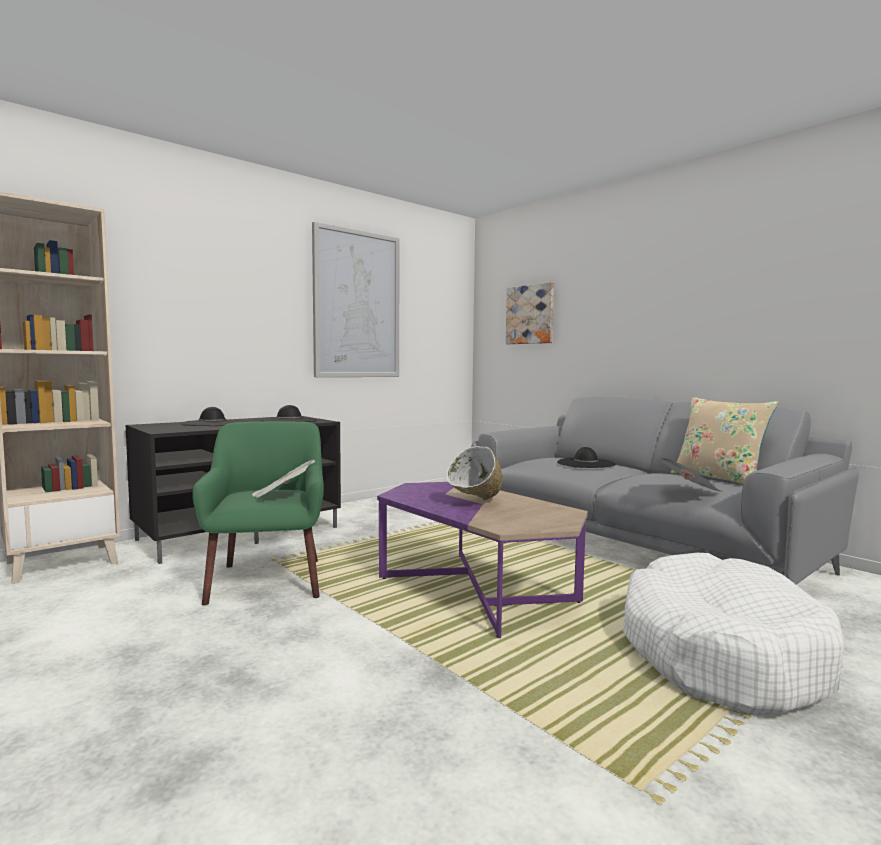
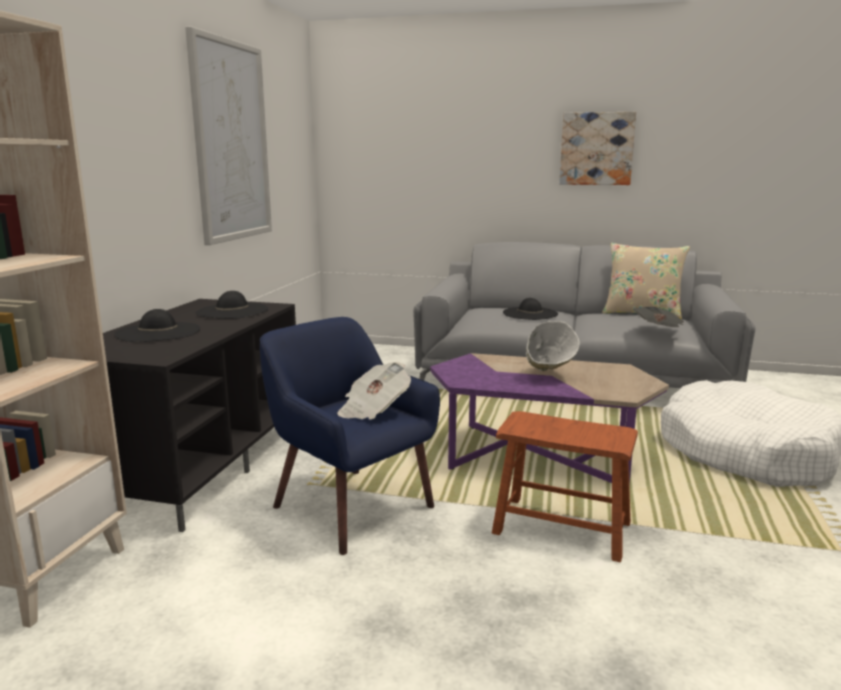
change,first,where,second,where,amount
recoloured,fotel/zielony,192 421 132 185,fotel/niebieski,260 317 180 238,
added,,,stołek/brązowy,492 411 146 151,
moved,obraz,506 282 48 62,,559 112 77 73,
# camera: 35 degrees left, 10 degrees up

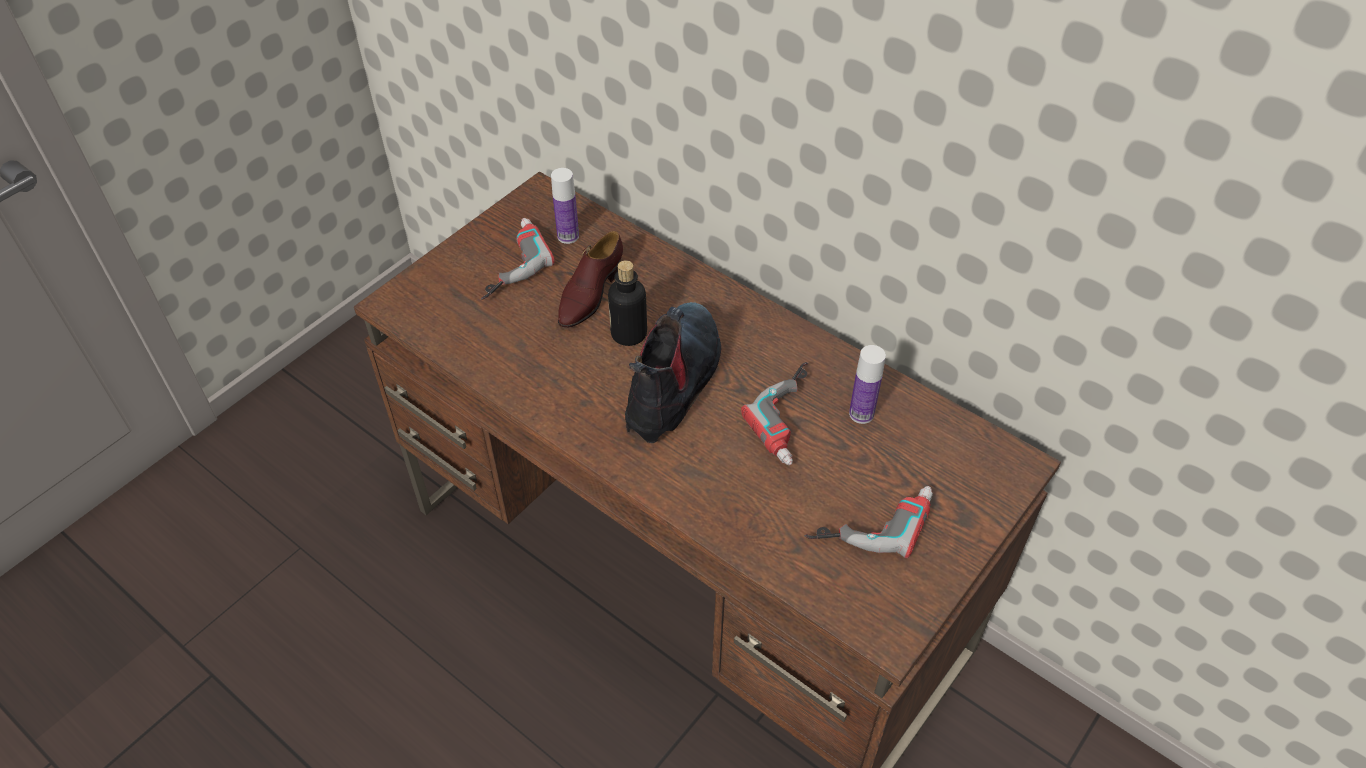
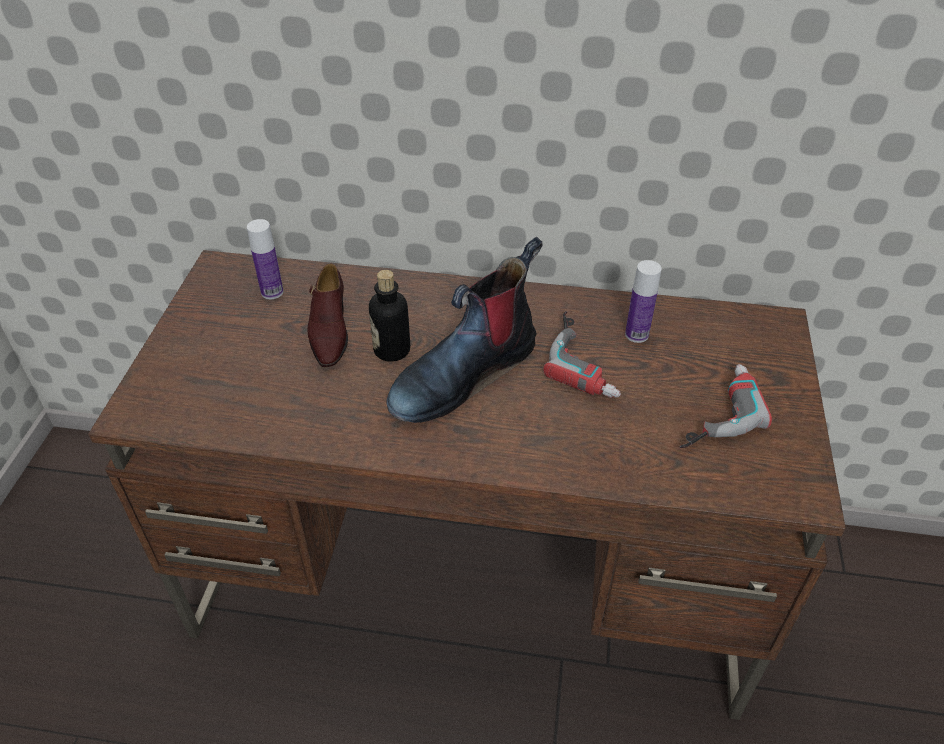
change,first,where,second,where,amount
turned,but z cholewką,625 302 97 141,,387 237 156 186,120 degrees counterclockwise
removed,wiertarka,481 218 74 82,,,
# camera: 30 degrees left, 5 degrees down

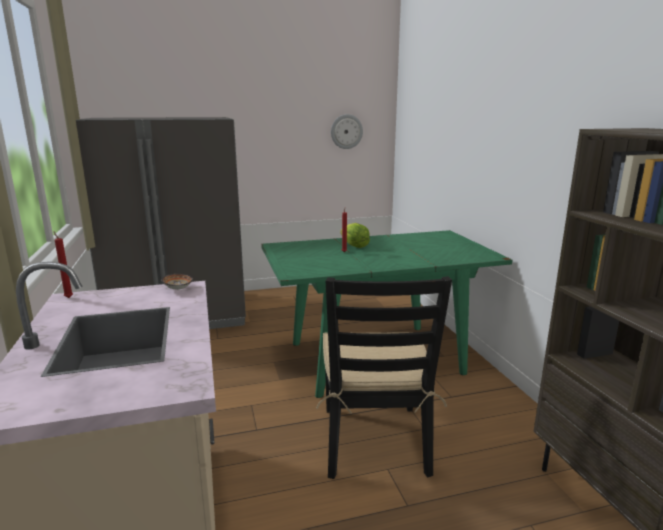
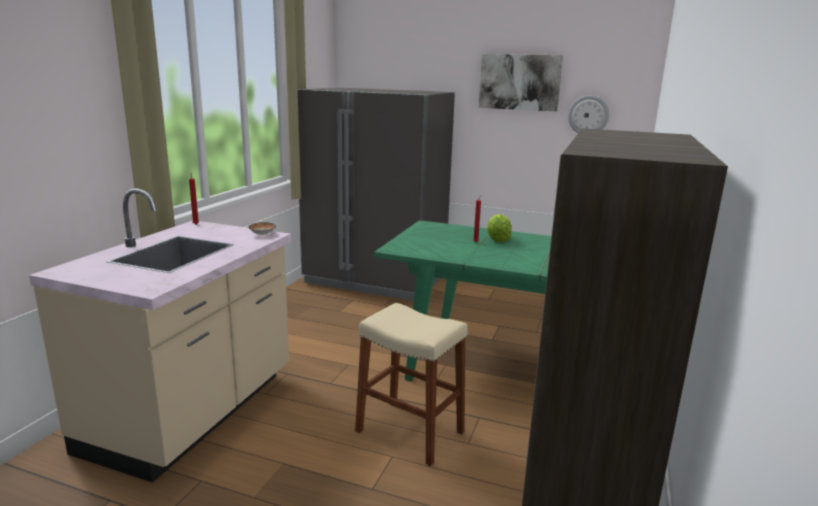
change,first,where,second,where,amount
replaced,krzesło/czarny,316 276 136 203,stołek/beżowy,355 303 113 163,
added,,,obraz,479 54 84 58,
# camera: 35 degrees right, 0 degrees up

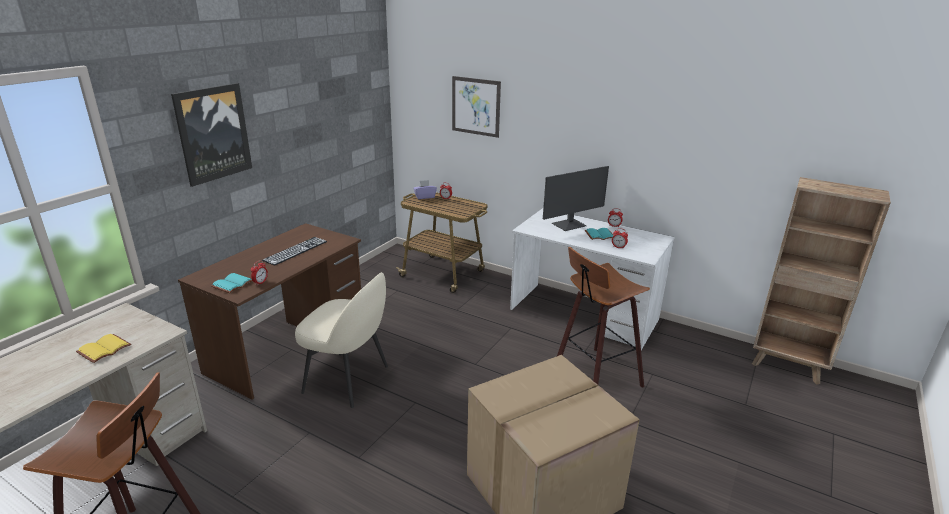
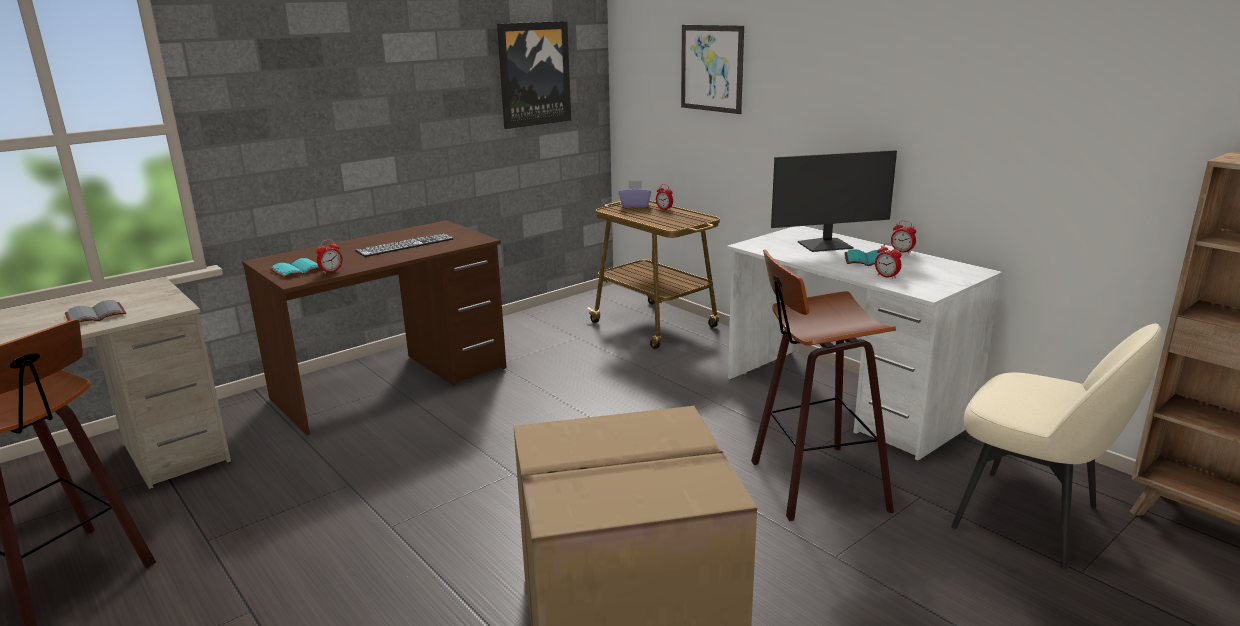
change,first,where,second,where,amount
recoloured,książka/żółty,76 334 55 29,książka/szary,65 300 61 23,
moved,obraz,171 83 81 104,,497 21 74 108,
moved,krzesło/beżowy,295 272 93 136,,951 324 212 245,
# camera: 20 degrees right, 5 degrees down

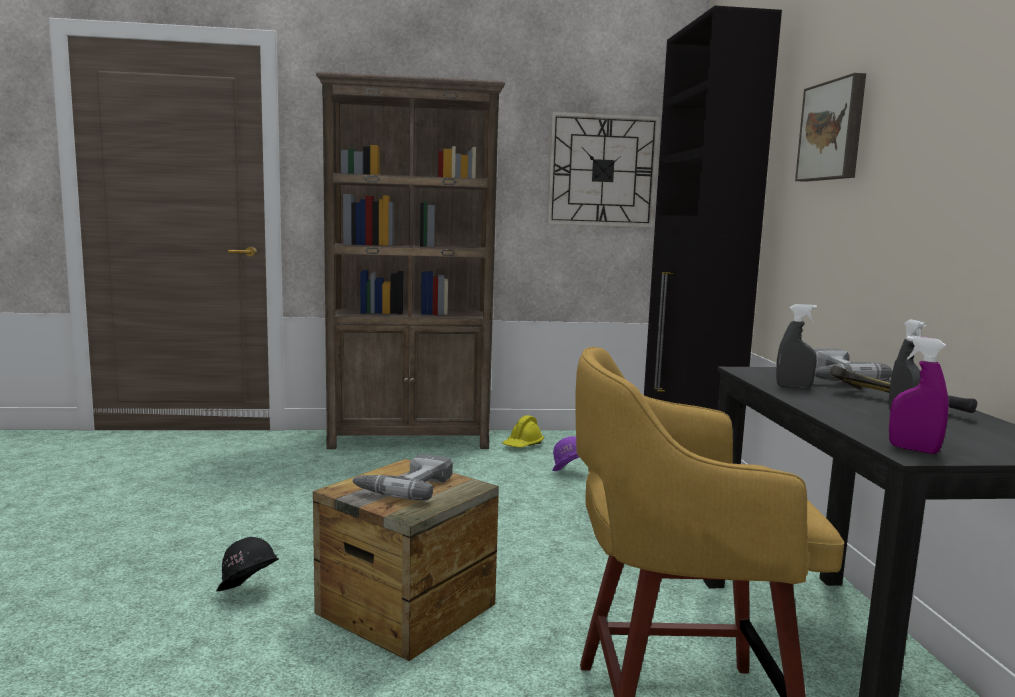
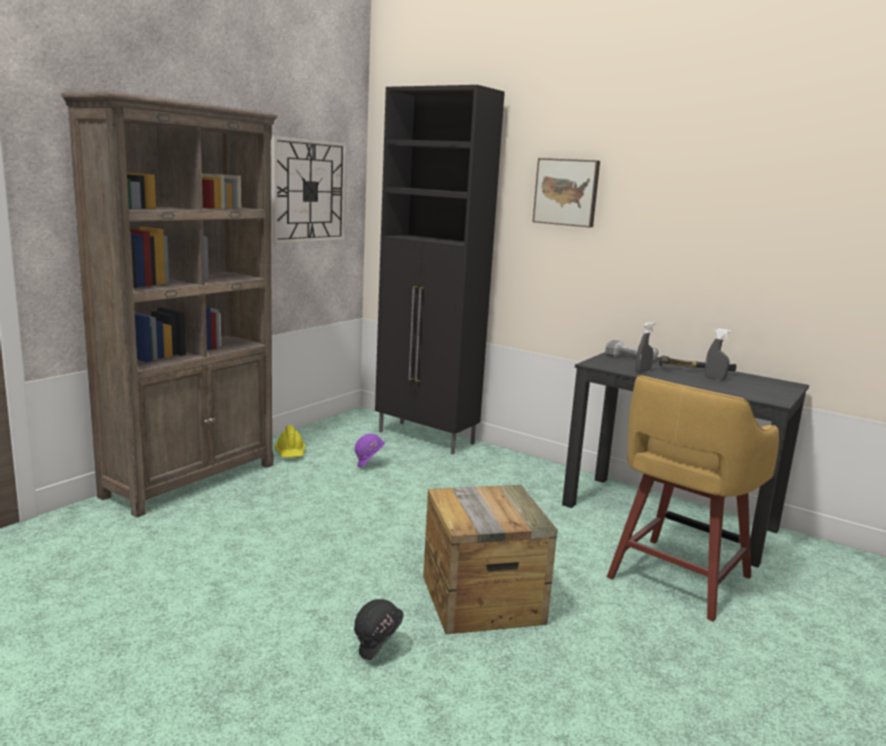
change,first,where,second,where,amount
removed,wiertarka,352 454 101 46,,,
removed,spryskiwacz/fioletowy,889 336 60 118,,,
# camera: 50 degrees left, 5 degrees up

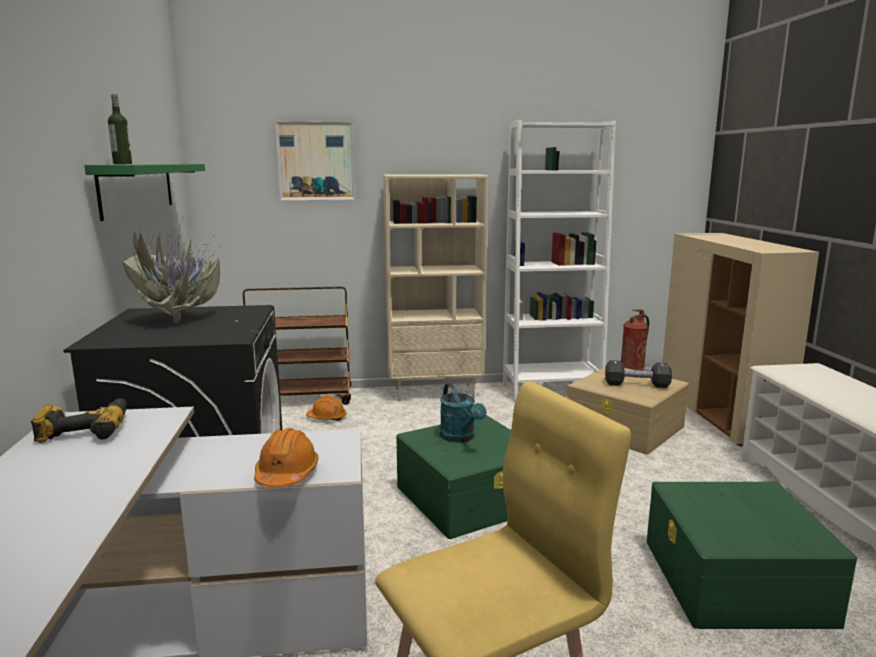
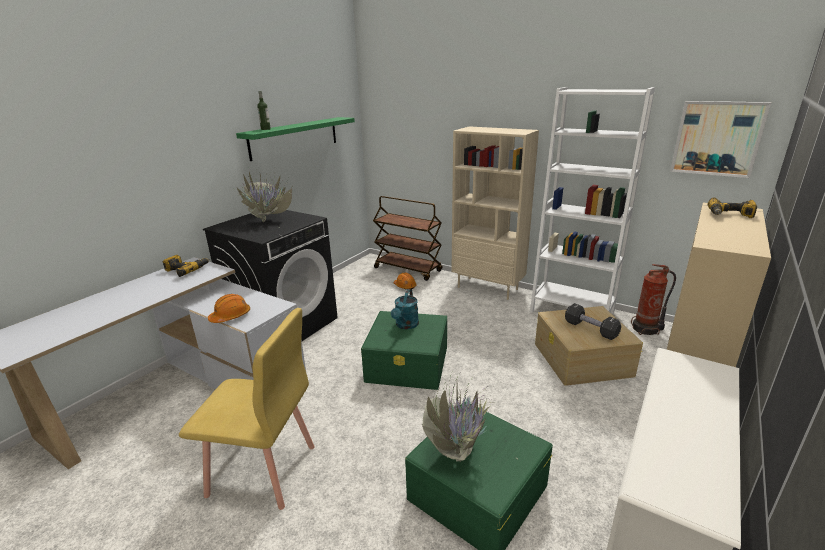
change,first,where,second,where,amount
added,,,roślina doniczkowa,422 370 96 96,
moved,obraz,275 122 81 78,,670 101 101 77,
added,,,wiertarka,708 198 49 20,
# camera: 40 degrees right, 10 degrees up

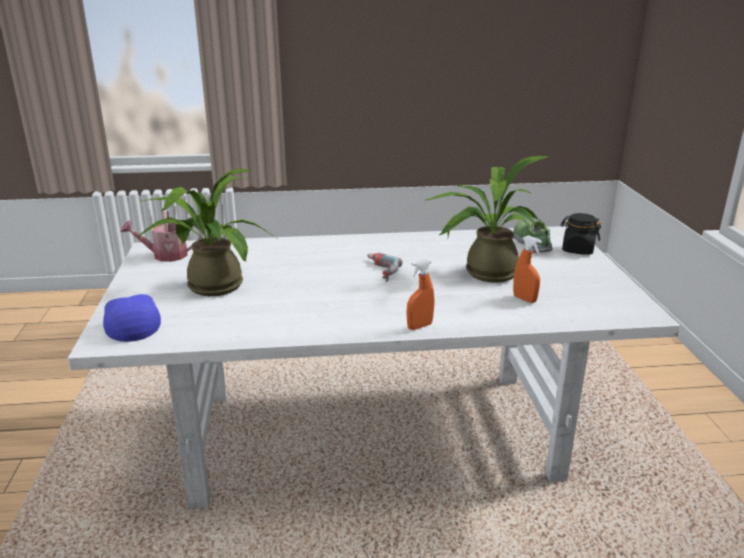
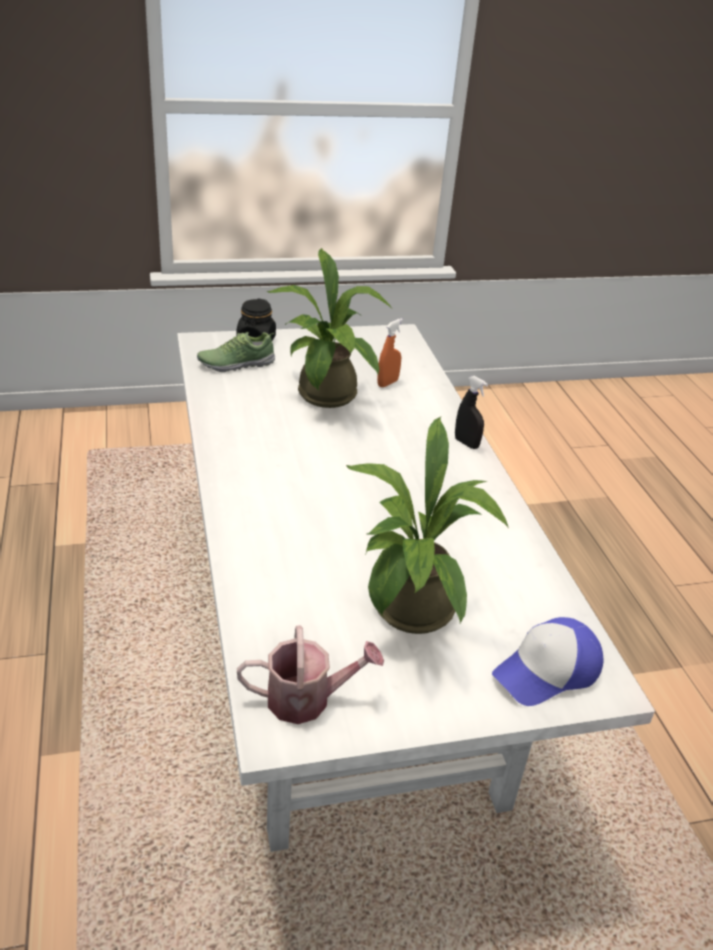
change,first,where,second,where,amount
turned,konewka,120 209 82 53,,237 626 147 98,75 degrees counterclockwise
recoloured,spryskiwacz/pomarańczowy,407 259 27 71,spryskiwacz/czarny,455 376 33 73,
removed,wiertarka,367 253 35 29,,,
# camera: 100 degrees left, 10 degrees up

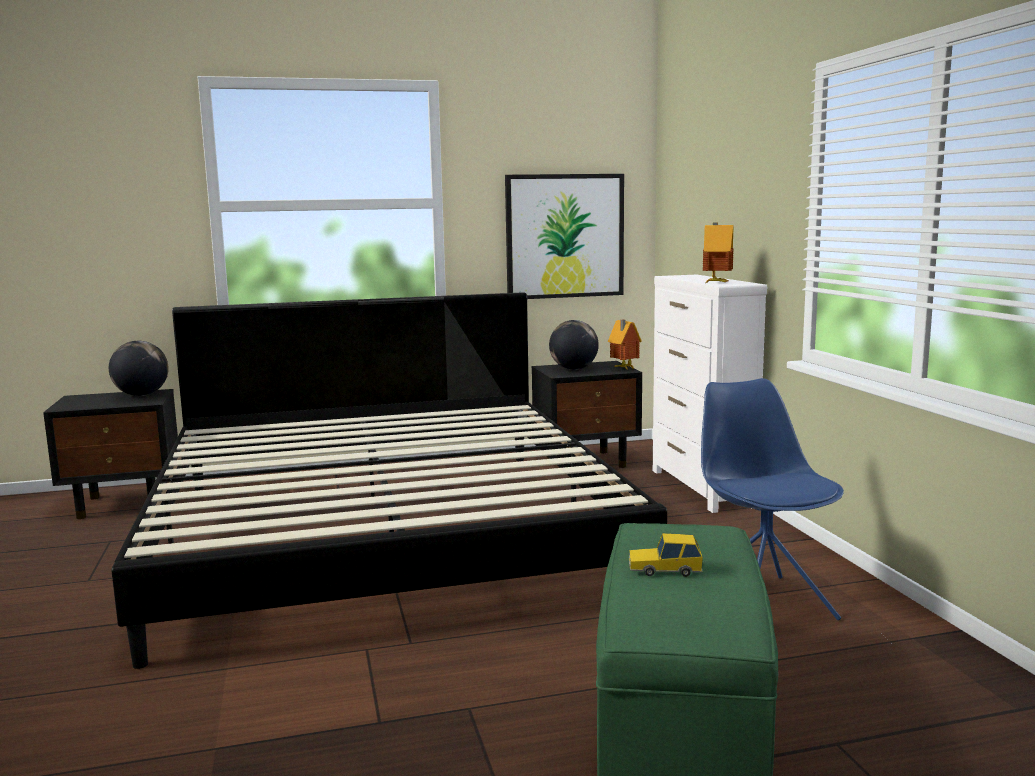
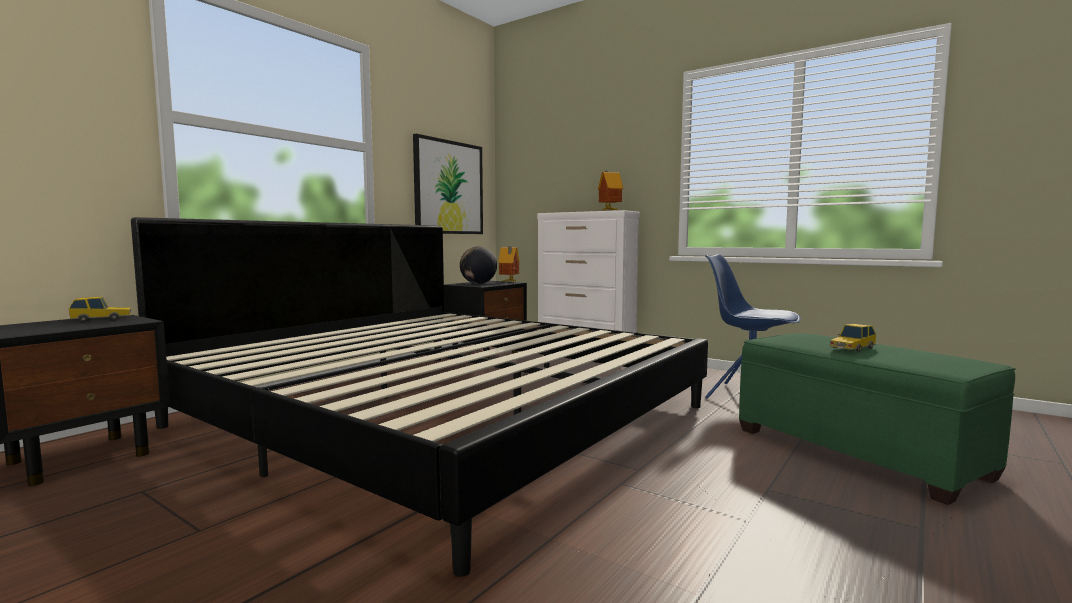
change,first,where,second,where,amount
replaced,globus,109 341 60 55,samochodzik,69 296 63 26,
# camera: 40 degrees left, 5 degrees down

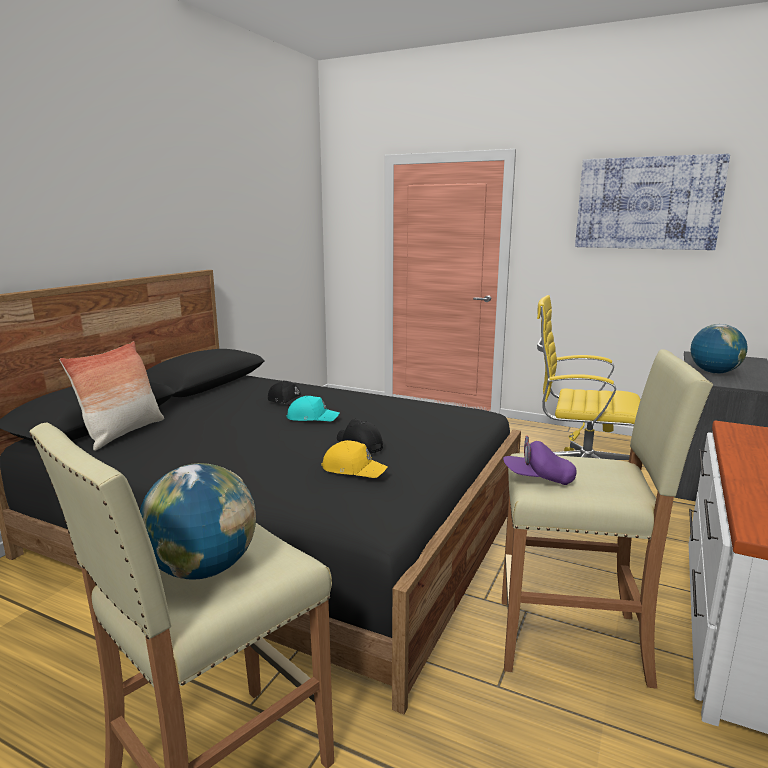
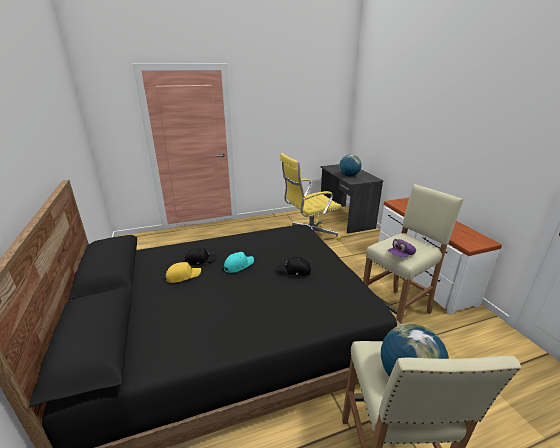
change,first,where,second,where,amount
moved,czapka z daszkiem/żółty,321 440 67 38,,166 262 35 21,
removed,poduszka,59 341 105 110,,,
removed,obraz,575 154 155 96,,,
# camera: 45 degrees left, 10 degrees up

